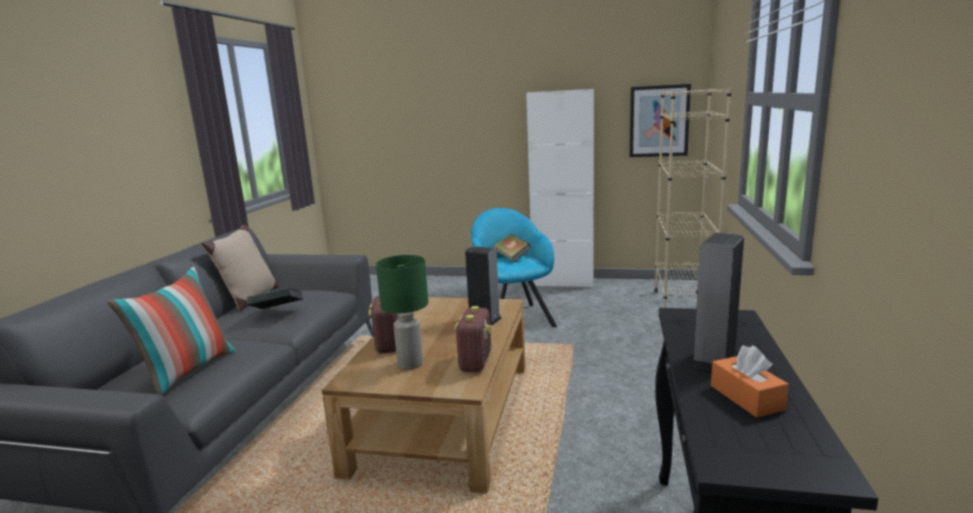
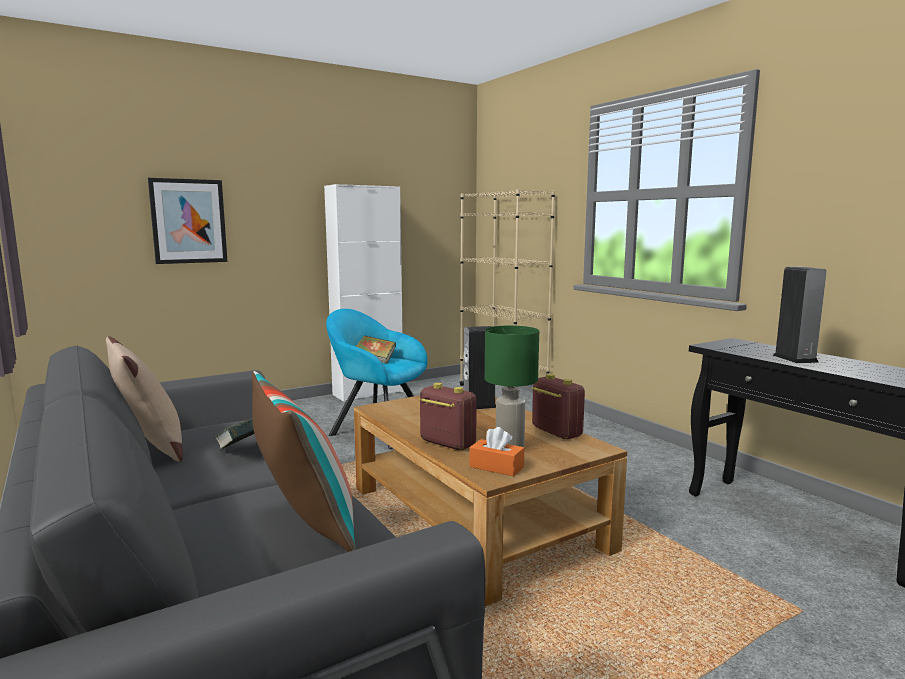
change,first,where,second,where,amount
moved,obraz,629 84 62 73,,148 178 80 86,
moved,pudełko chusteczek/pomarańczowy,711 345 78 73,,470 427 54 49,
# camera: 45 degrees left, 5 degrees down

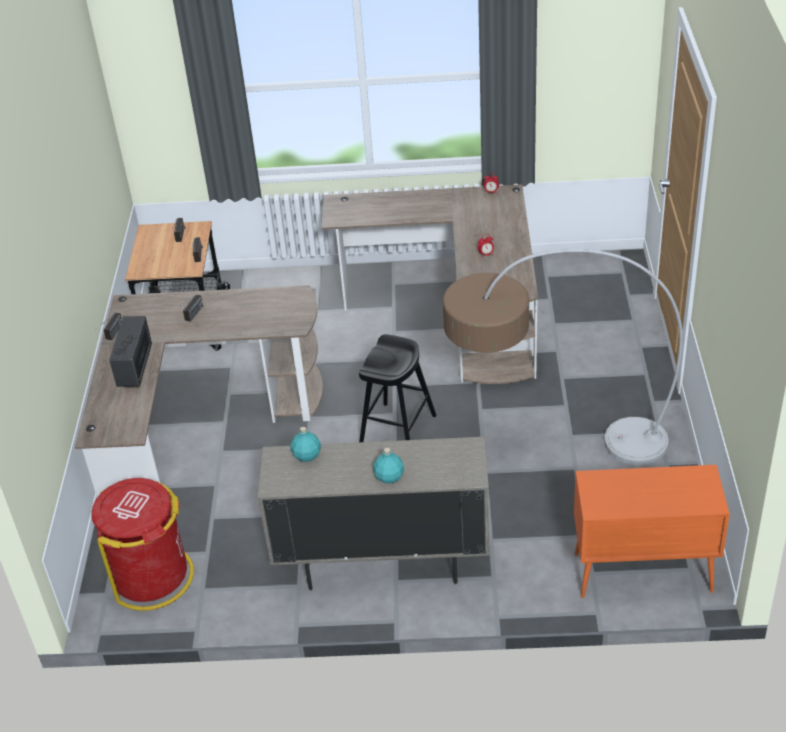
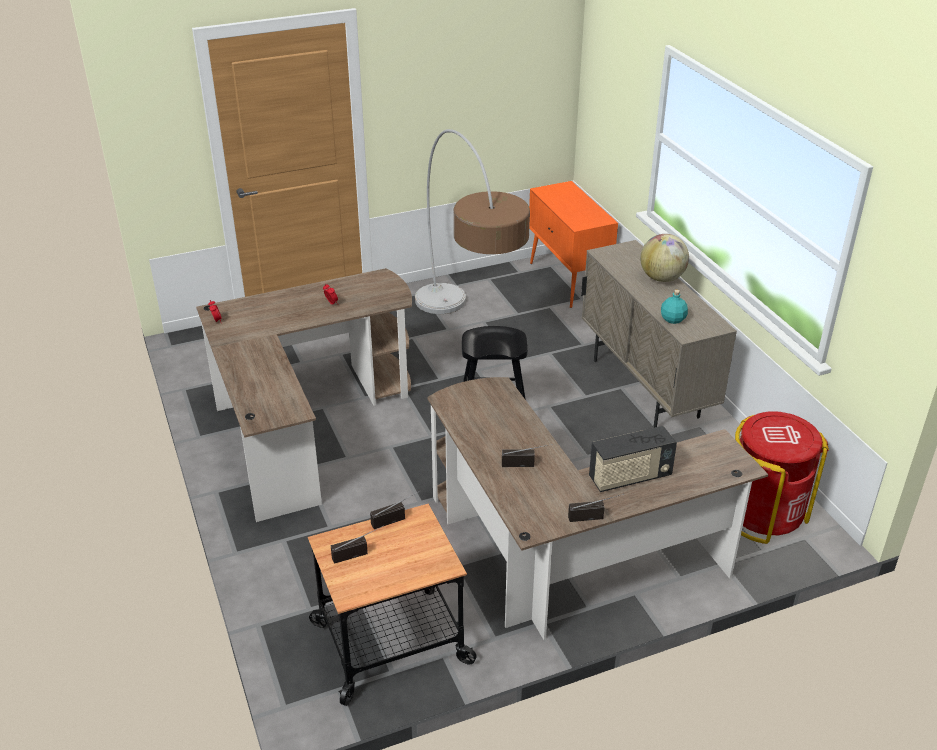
change,first,where,second,where,amount
replaced,butelka/turkusowy,373 448 31 35,globus,640 234 49 48,
# camera: 115 degrees left, 5 degrees down

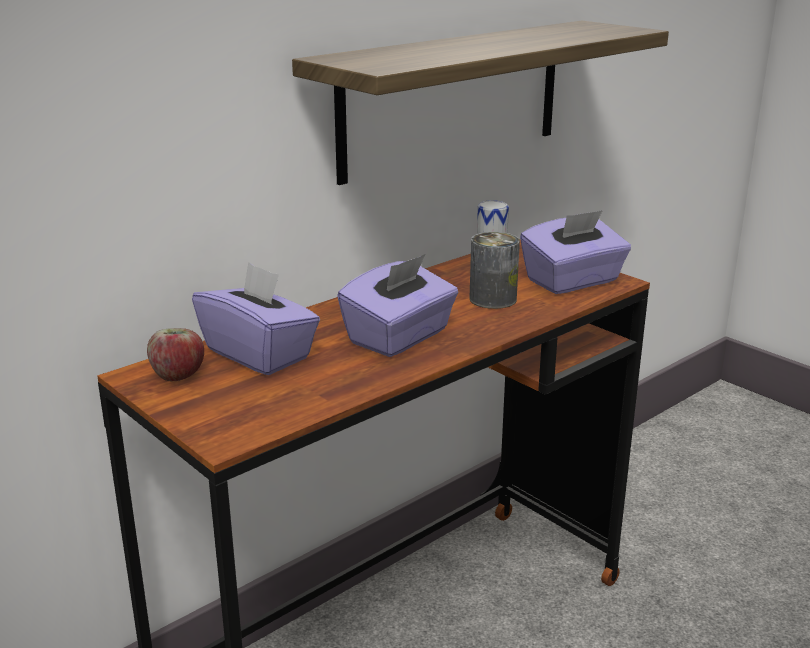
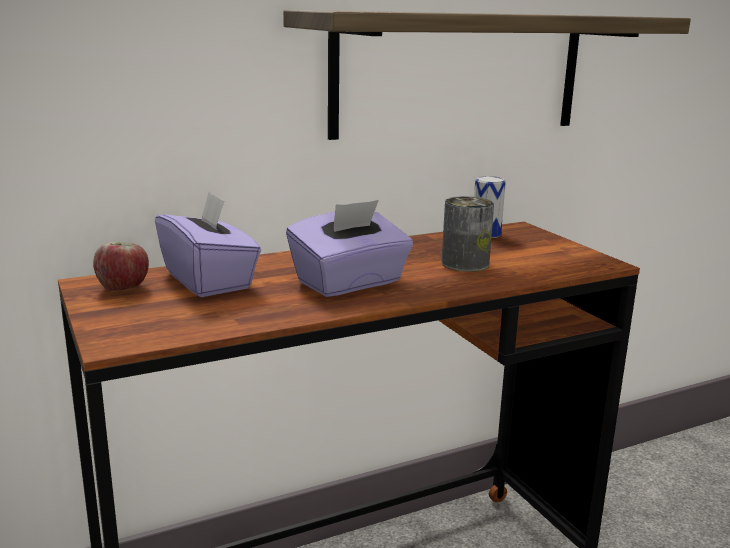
change,first,where,second,where,amount
removed,pudełko chusteczek/fioletowy,520 210 111 84,,,
# camera: 15 degrees right, 5 degrees down

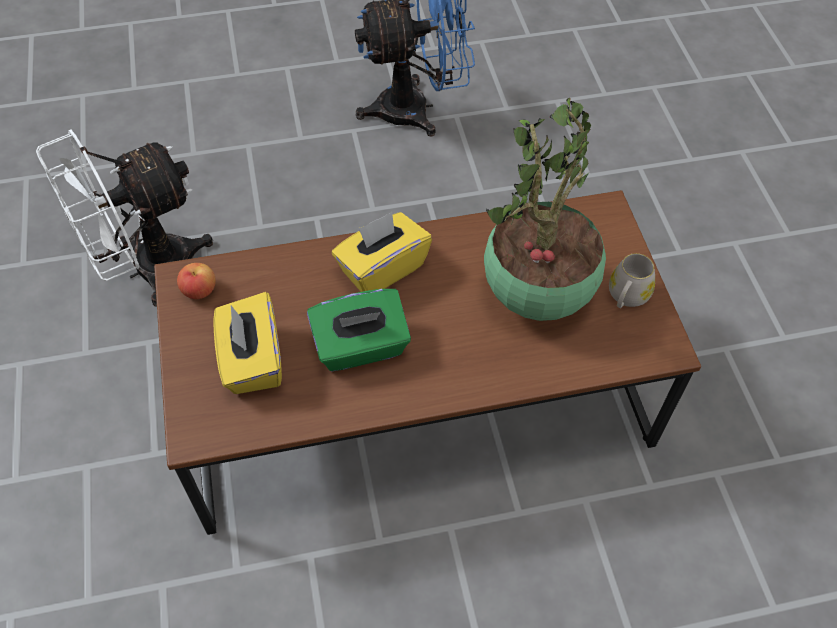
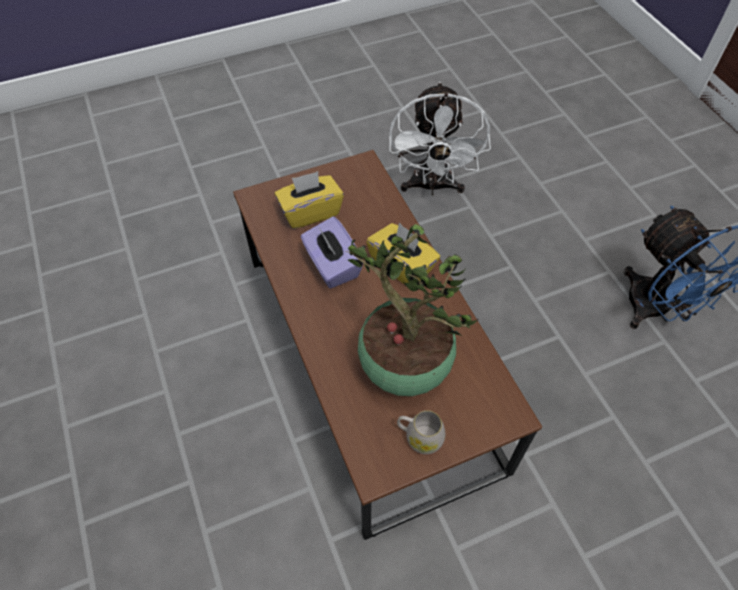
change,first,where,second,where,amount
recoloured,pudełko chusteczek/zielony,307 289 104 82,pudełko chusteczek/fioletowy,301 216 62 72,
turned,wentylator/biały,36 129 177 178,,389 82 102 114,135 degrees counterclockwise
removed,jabłko,177 263 39 36,,,
# camera: 80 degrees right, 0 degrees up

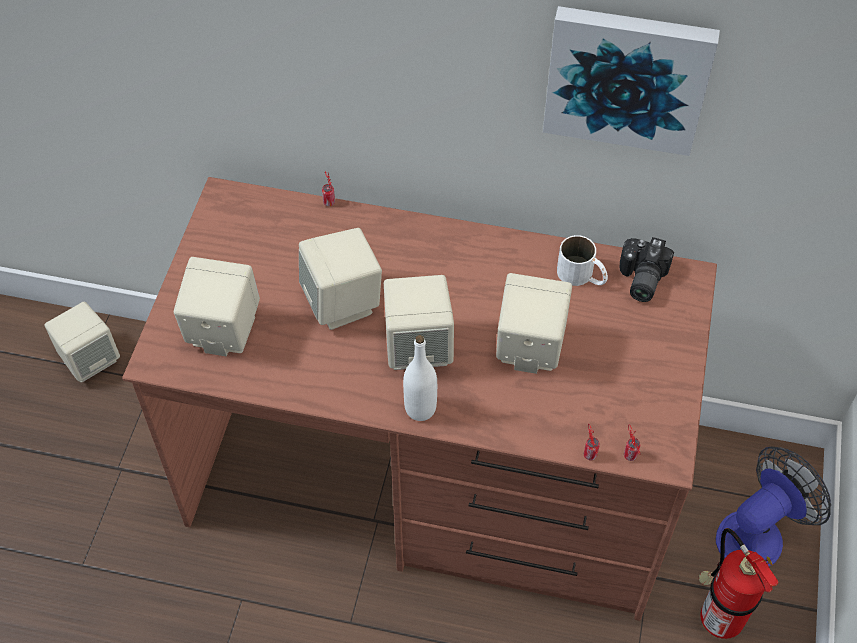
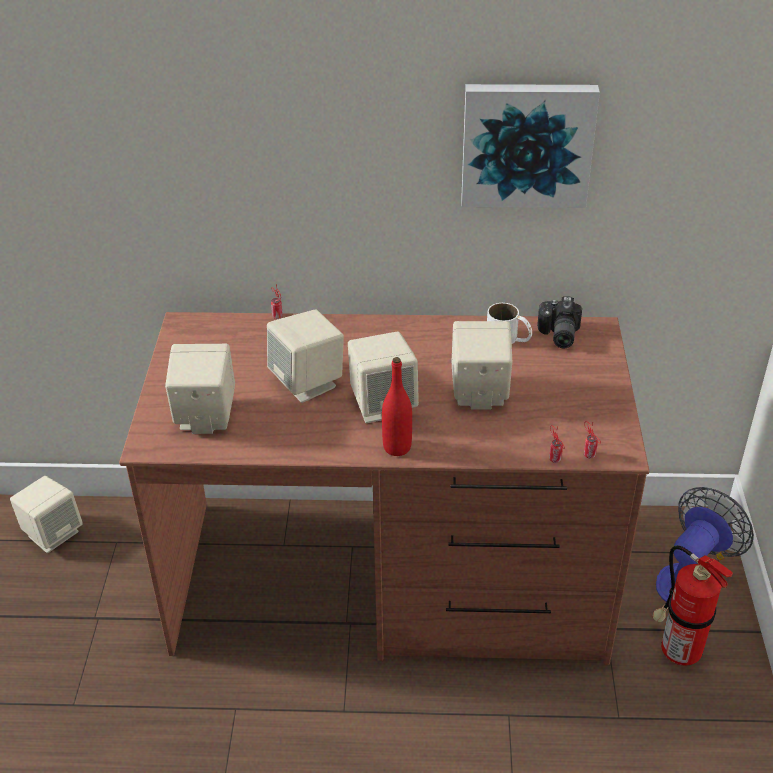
change,first,where,second,where,amount
recoloured,butelka/biały,403 335 34 86,butelka/czerwony,382 357 30 99,
# camera: 10 degrees left, 15 degrees down

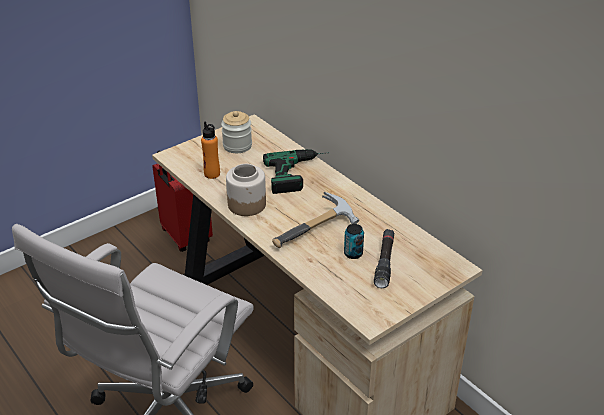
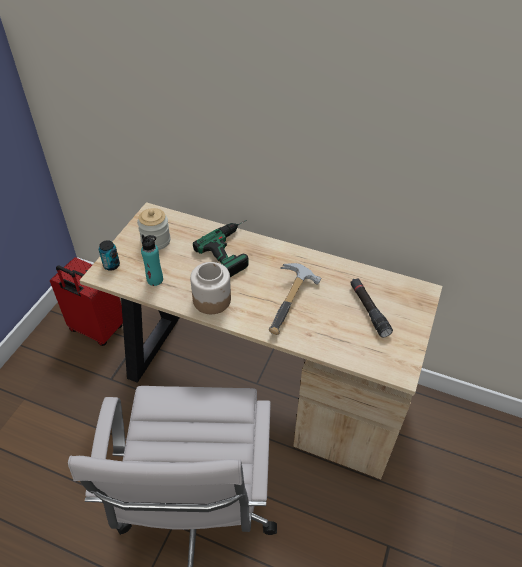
change,first,where,second,where,amount
moved,puszka,344 224 20 35,,99 240 21 31,
recoloured,butelka/pomarańczowy,201 122 19 57,butelka/turkusowy,141 234 22 52,
# camera: 30 degrees left, 10 degrees up

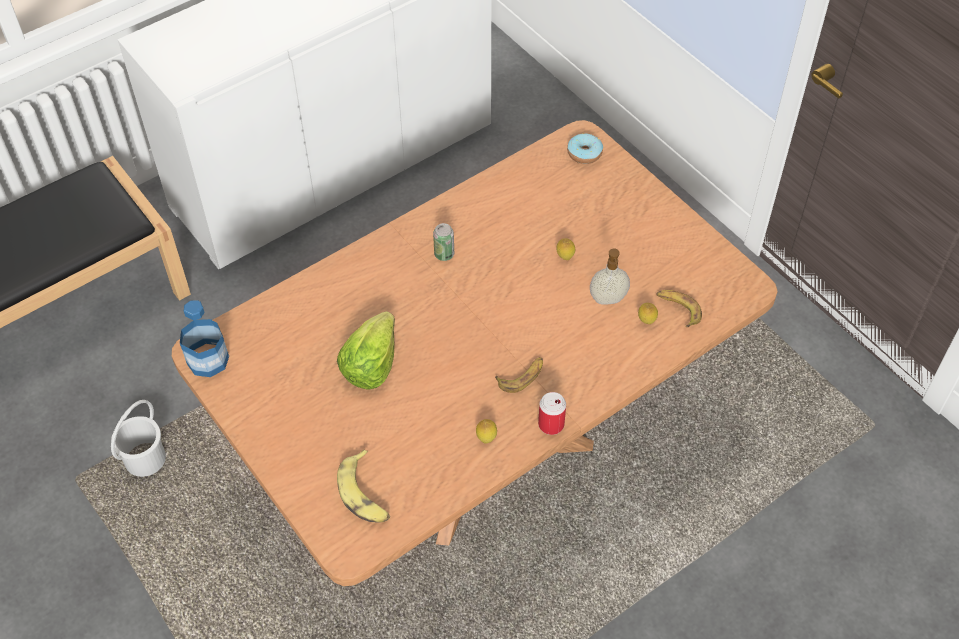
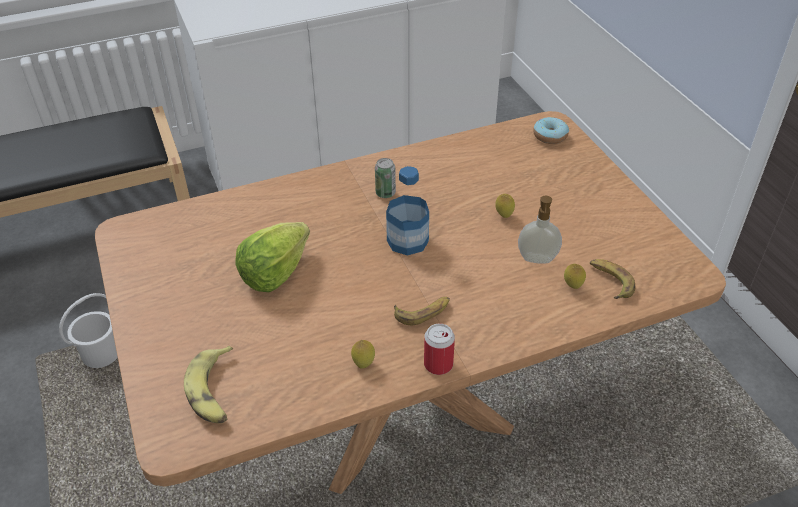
change,first,where,second,where,amount
moved,butelka,180 300 49 77,,386 166 43 89,
# camera: 15 degrees right, 10 degrees down

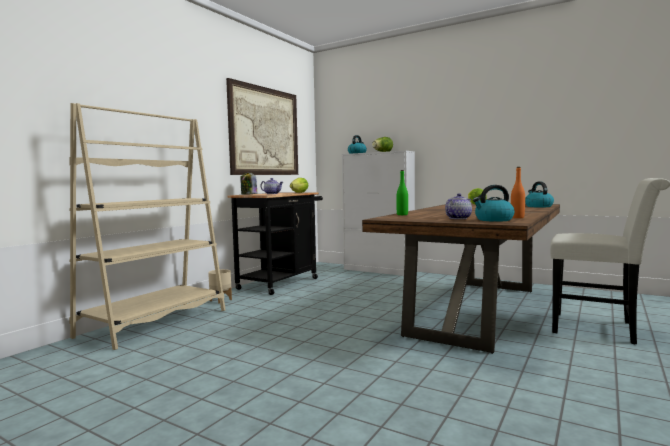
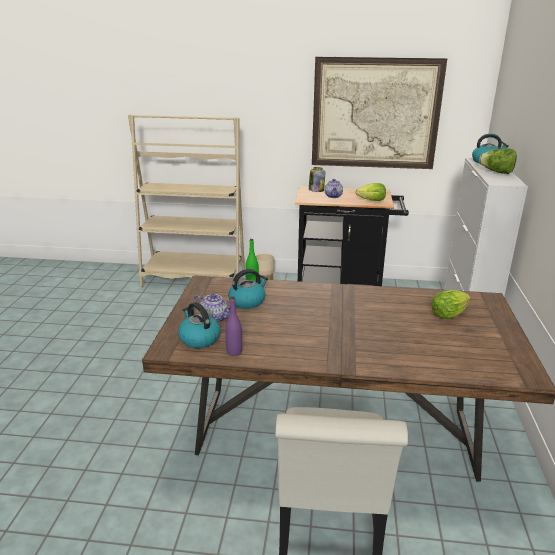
change,first,where,second,where,amount
recoloured,butelka/pomarańczowy,511 167 14 51,butelka/fioletowy,225 296 17 60,
moved,czajnik,525 181 29 26,,228 269 40 40,
# camera: 65 degrees right, 20 degrees up

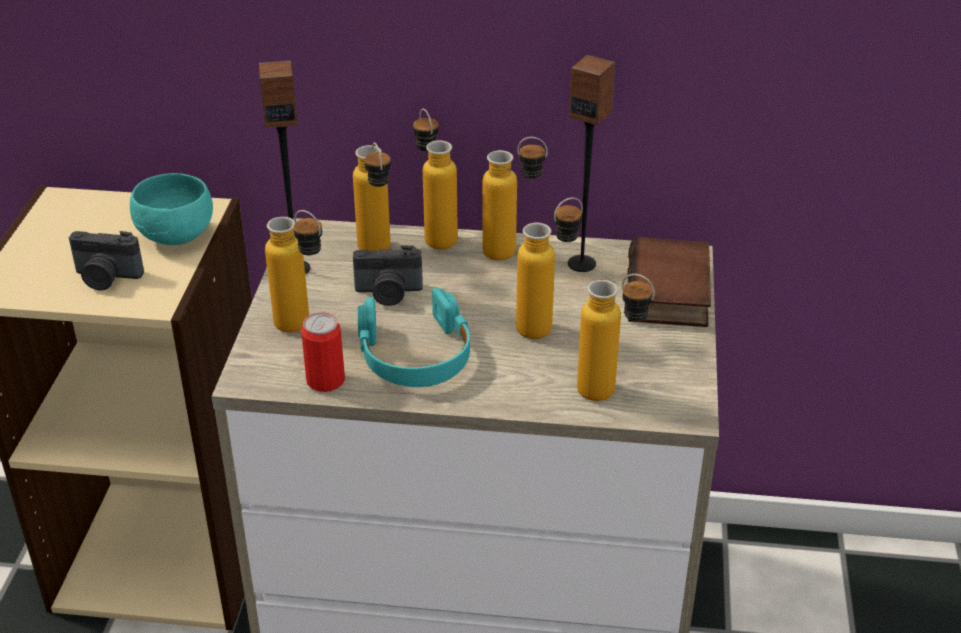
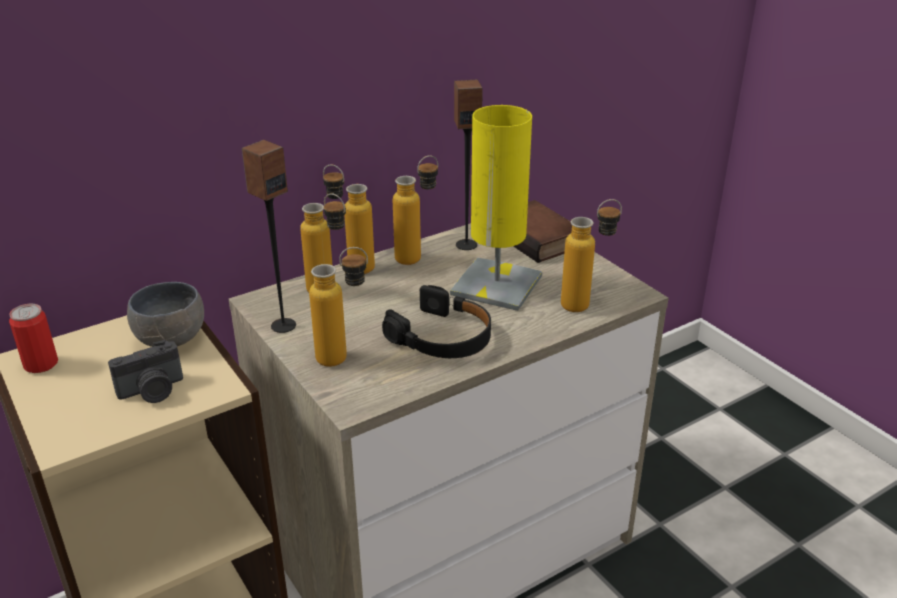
change,first,where,second,where,amount
moved,puszka,301 312 44 80,,9 304 49 69,
recoloured,miska/turkusowy,130 173 83 72,miska/szary,127 282 77 65,
recoloured,słuchawki/turkusowy,357 287 113 100,słuchawki/czarny,382 285 109 73,
replaced,butelka,516 197 67 142,lampa stołowa/żółty,450 105 92 206,
removed,aparat fotograficzny,353 245 70 61,,,
# camera: 40 degrees left, 5 degrees down

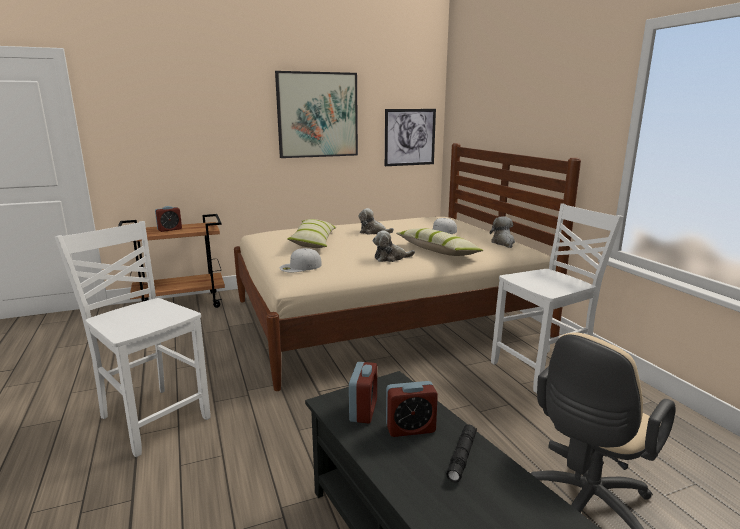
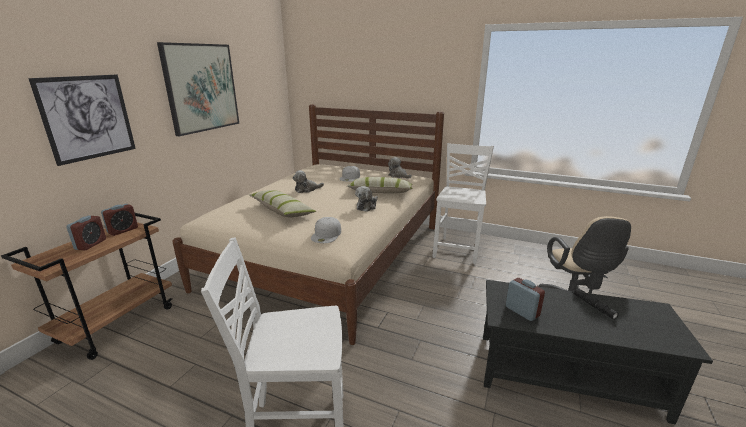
change,first,where,second,where,amount
moved,obraz,385 109 51 57,,28 75 108 91,
moved,budzik,386 381 52 56,,101 204 37 32,
# camera: 45 degrees left, 5 degrees up

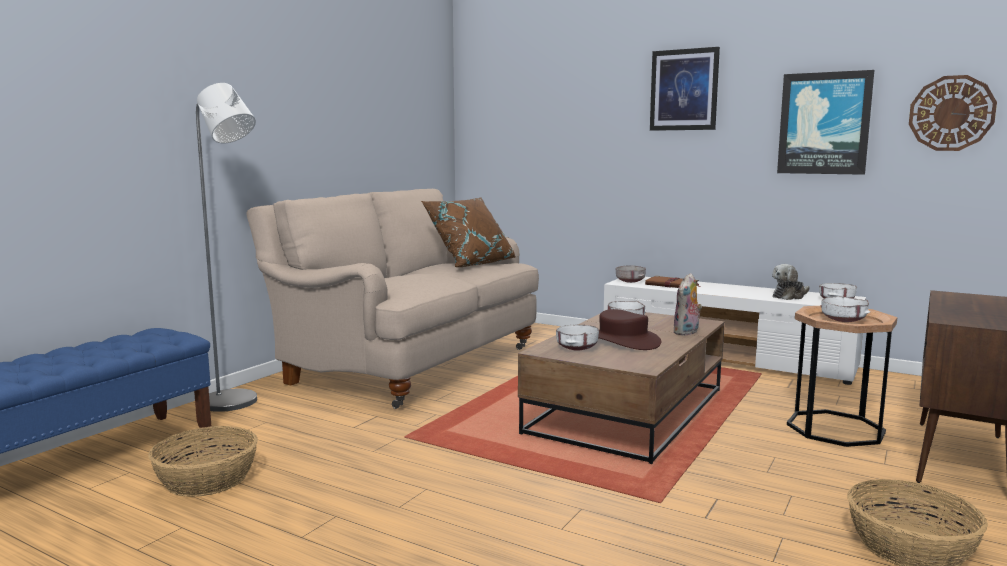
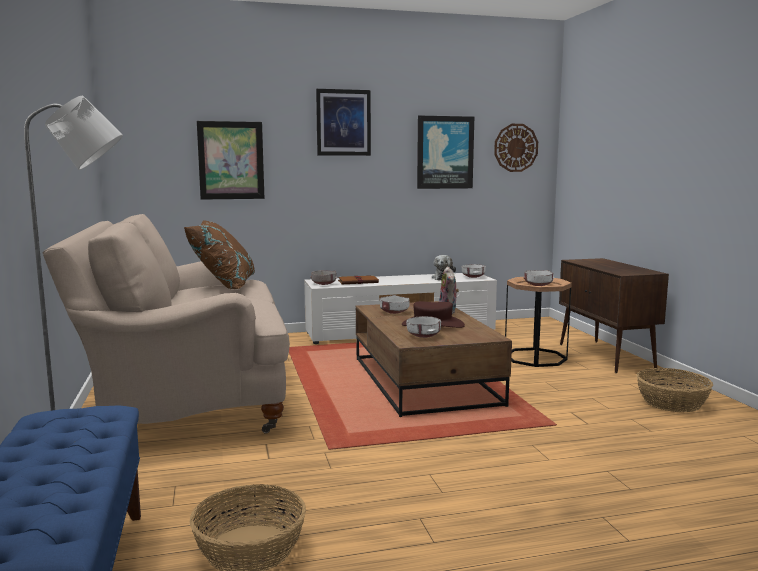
change,first,where,second,where,amount
added,,,obraz,197 121 68 79,
# camera: 45 degrees left, 0 degrees up

